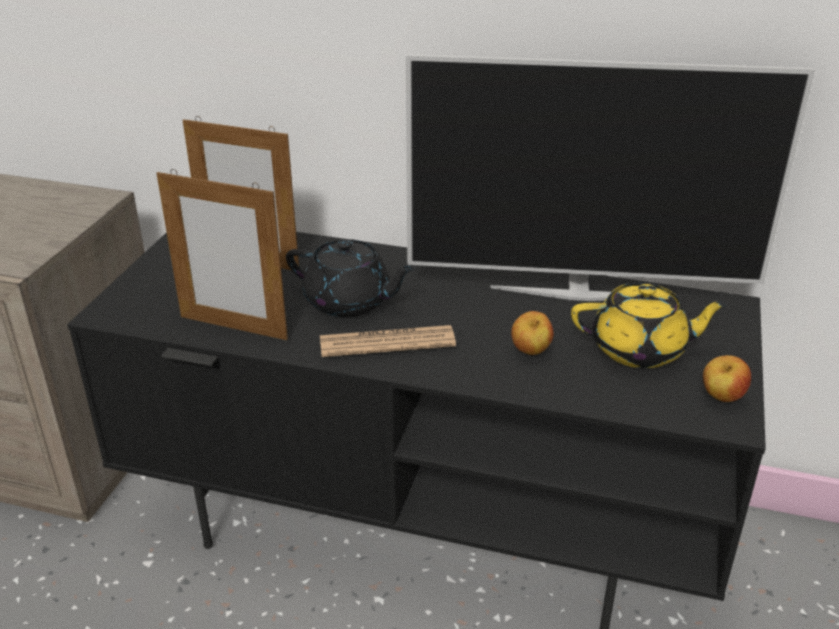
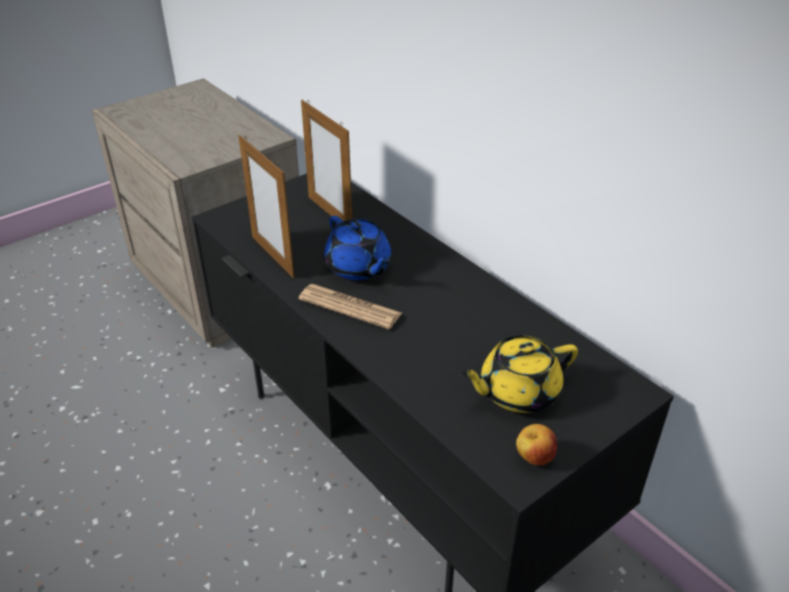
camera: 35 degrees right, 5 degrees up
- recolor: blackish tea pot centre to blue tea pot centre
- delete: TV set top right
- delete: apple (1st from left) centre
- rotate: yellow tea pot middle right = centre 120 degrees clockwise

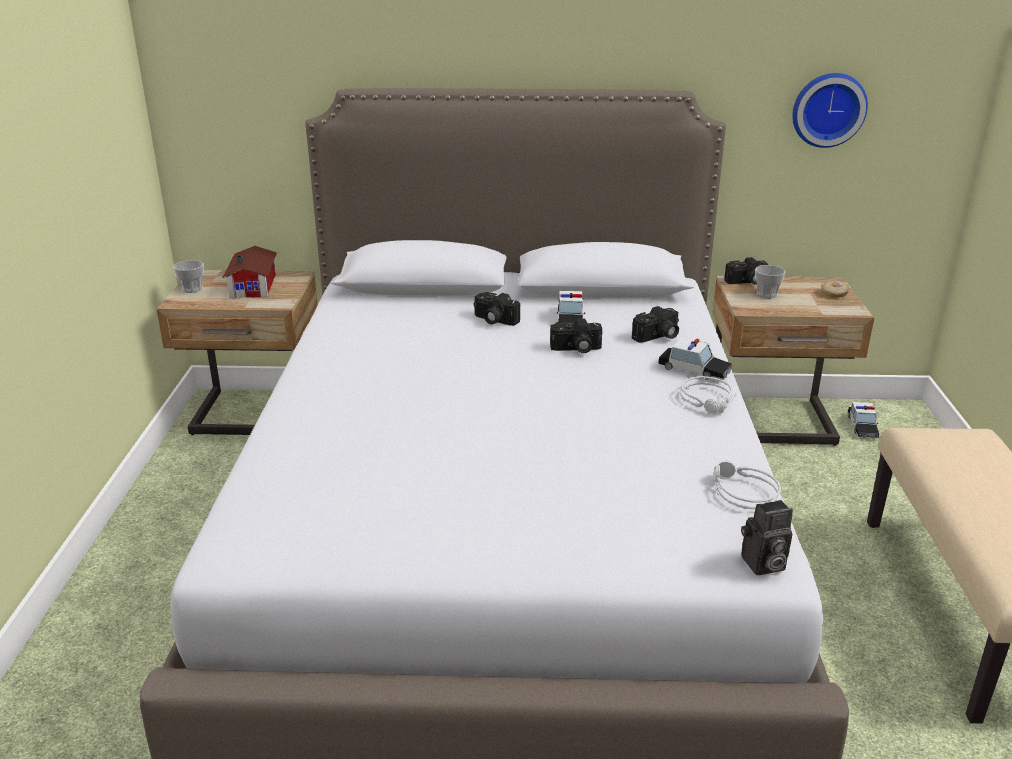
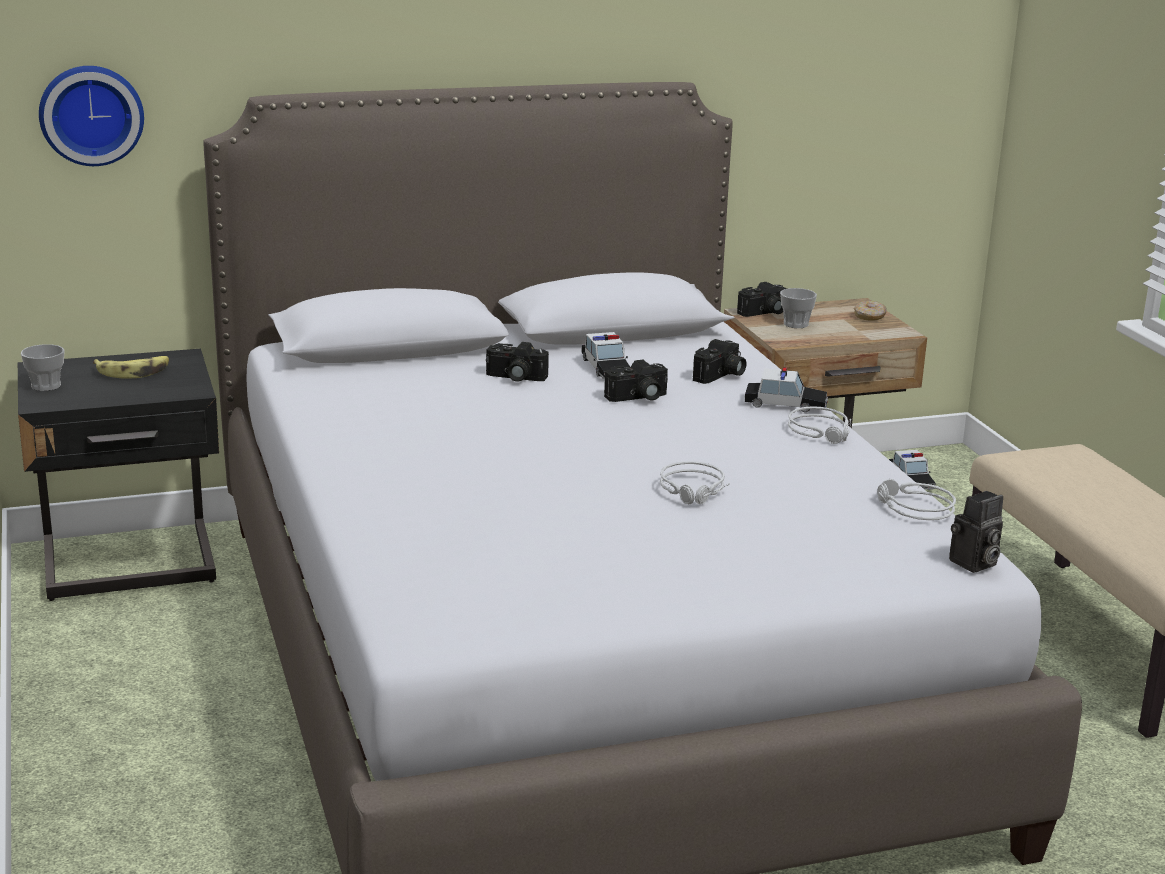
camera: 20 degrees left, 5 degrees down
- recolor: sand-coloured bedside table (1st from left) middle left to blackish bedside table middle left
- replace: miniature house middle left to banana middle left
- move: clock on the wall top right to top left
- insert: greyish headphones (1st from left) centre

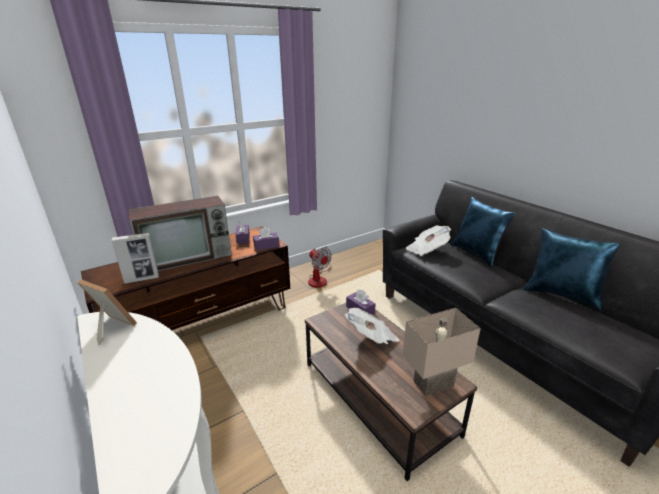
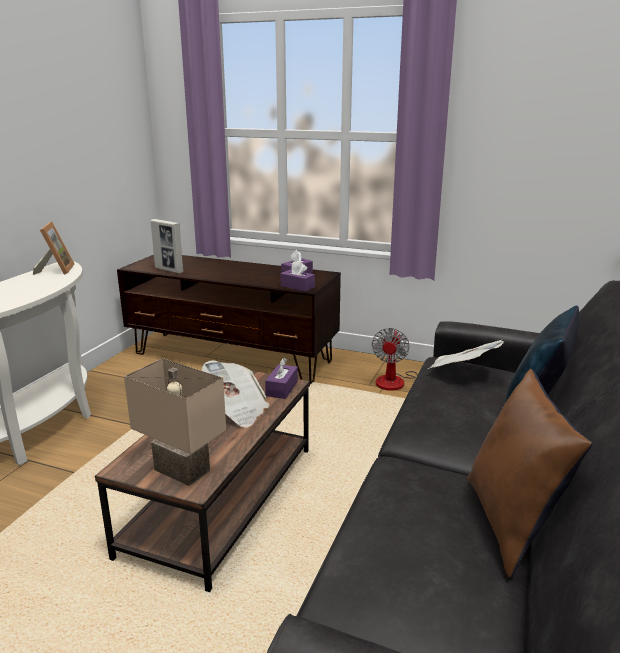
camera: 55 degrees right, 5 degrees down
- delete: TV set middle left
- recolor: blue pillow (2nd from left) middle right to brown pillow bottom right

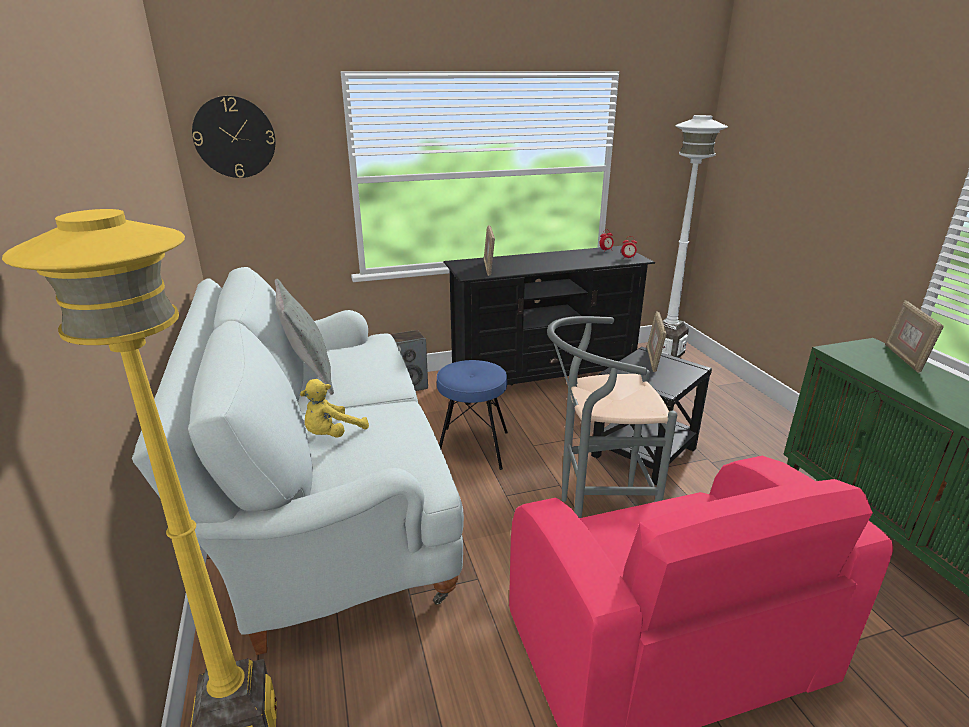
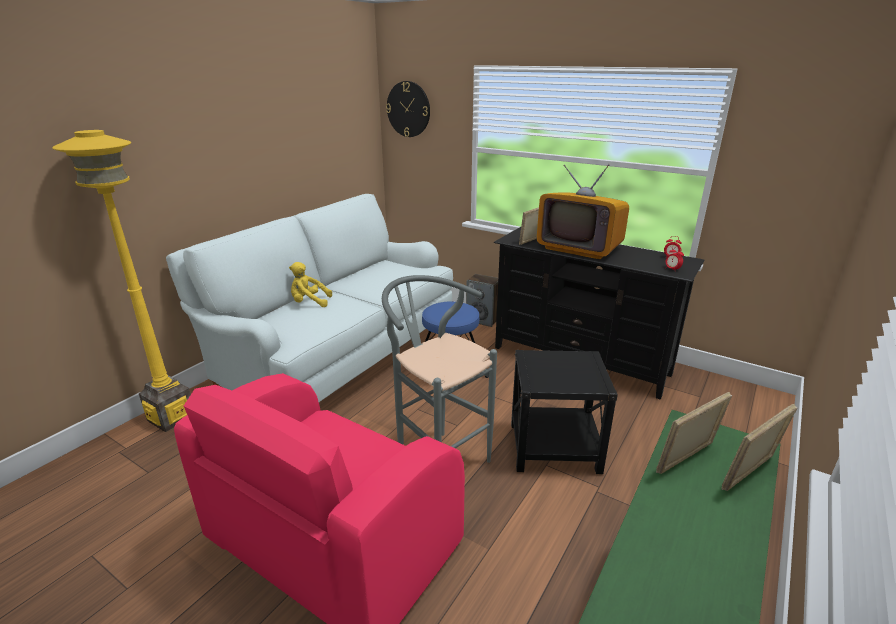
camera: 50 degrees right, 0 degrees up
- delete: greyish pillow middle left
- move: picture frame (2nd from left) middle right to bottom right
- delete: white standing lamp top right
- insert: TV set centre

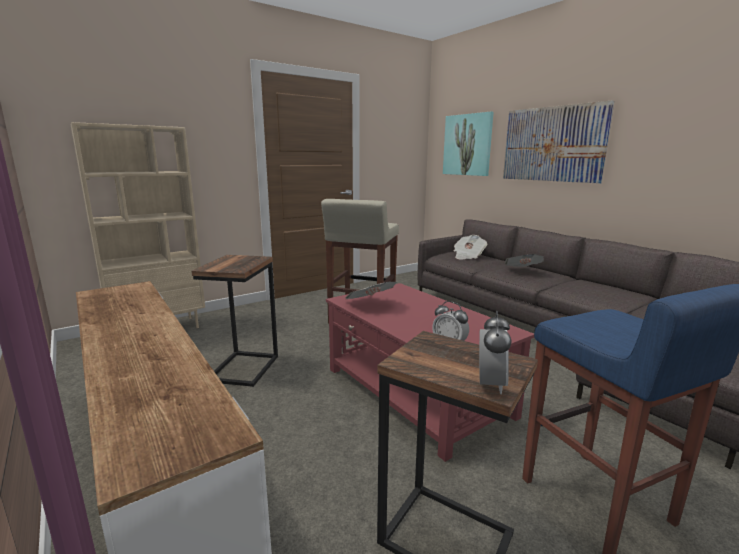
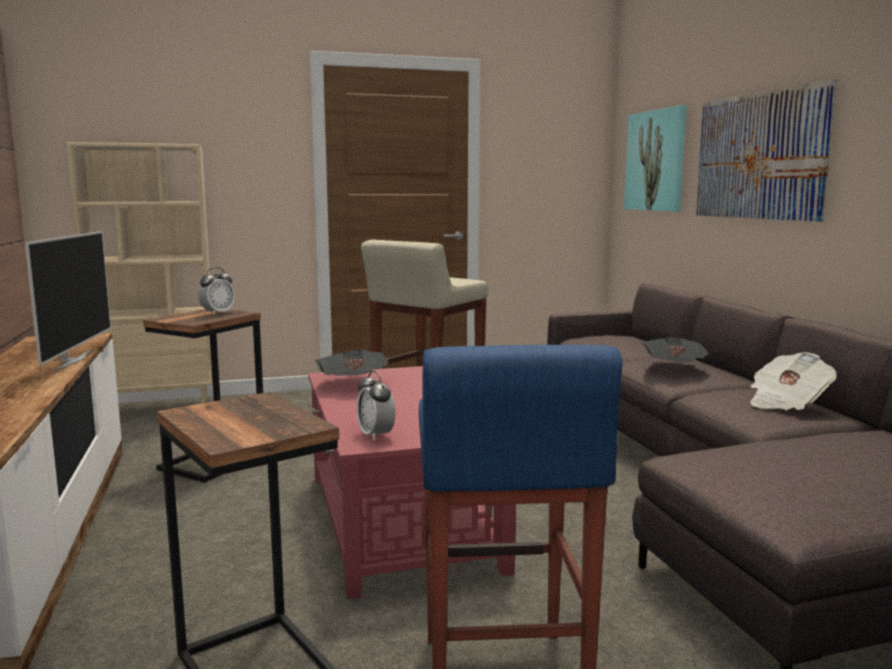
camera: 20 degrees right, 5 degrees down
- move: daily paper (2nd from left in the first image) centre to daily paper (3rd from left) middle right
- move: bedside clock (2nd from left in the first image) middle right to bedside clock (1st from left) middle left
- insert: TV set middle left

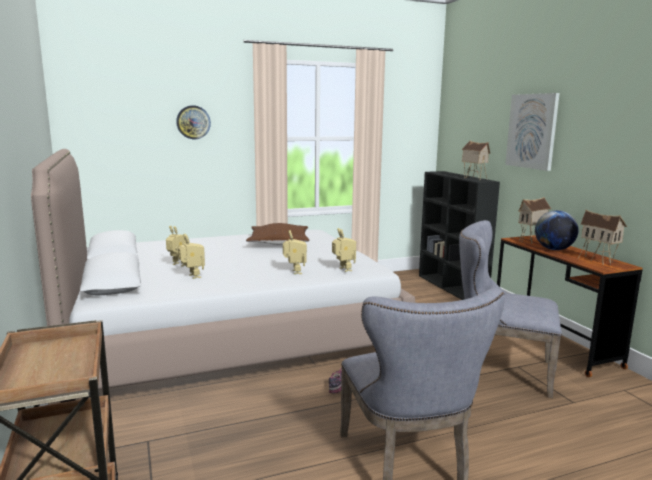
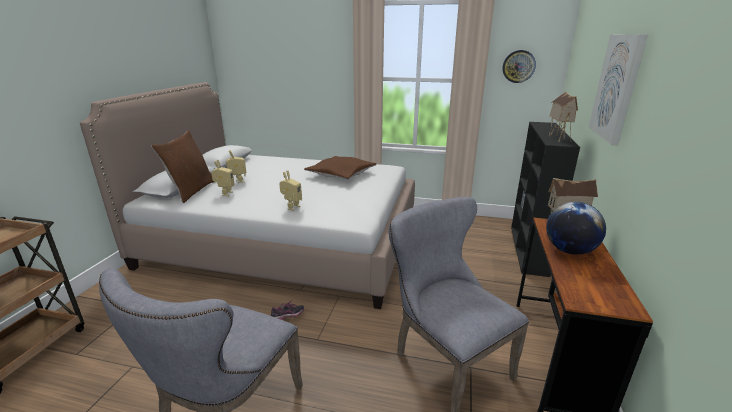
camera: 35 degrees right, 10 degrees up
- move: clock on the wall top left to top right
- delete: robot figure (4th from left) centre
- delete: miniature house (3rd from left) middle right
- insert: brown pillow (1st from left) middle left

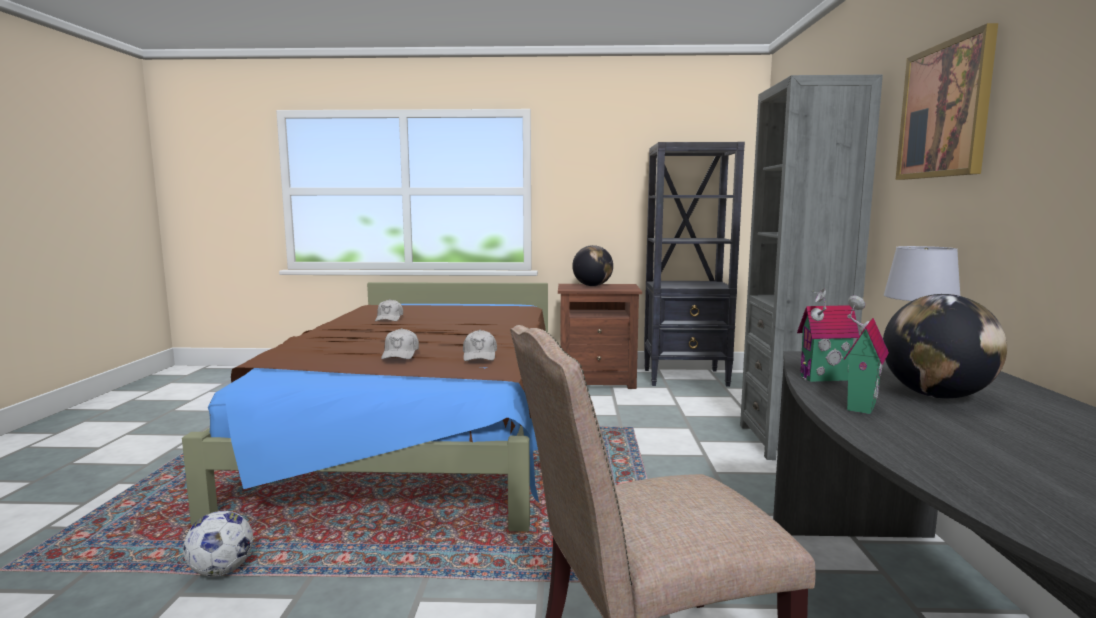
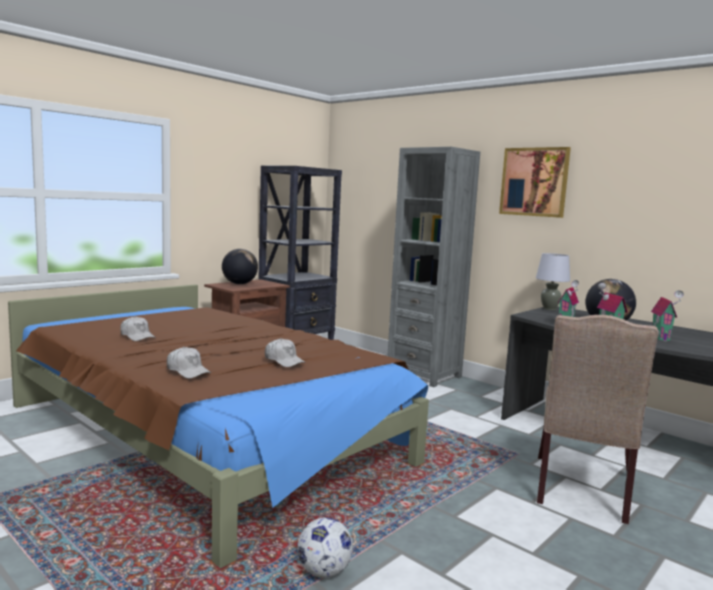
camera: 50 degrees left, 0 degrees up
- move: white cap (3rd from left in the first image) centre to white cap (2nd from left) middle left
- insert: miniature house (3rd from left) middle right

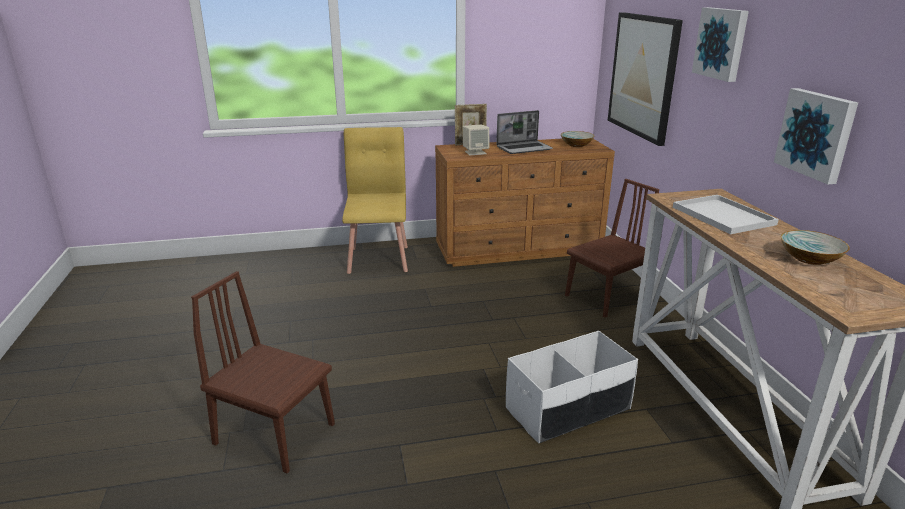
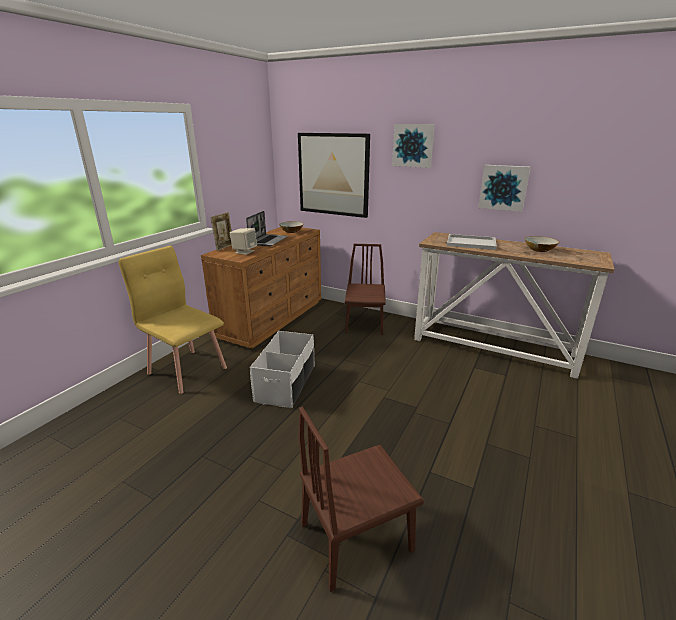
camera: 50 degrees left, 0 degrees up
- move: white storage container bottom centre to centre

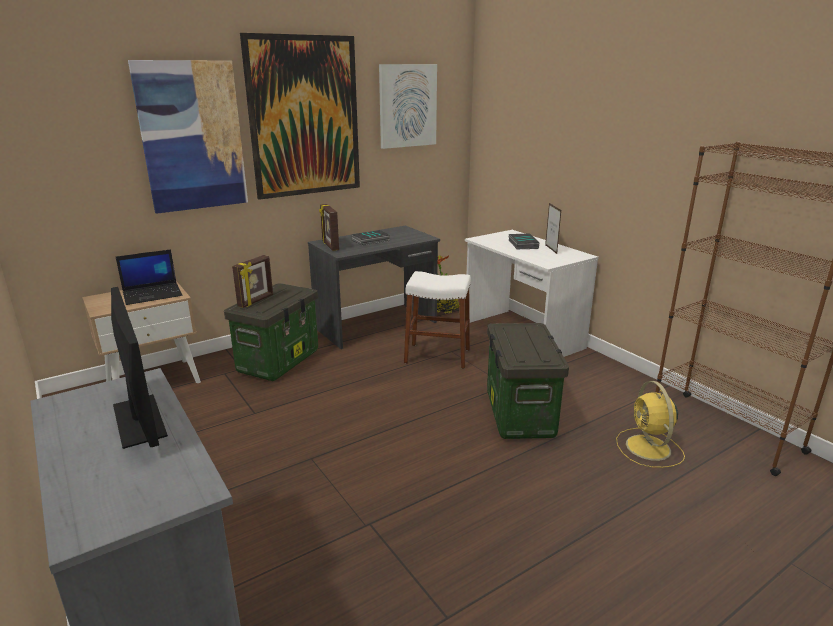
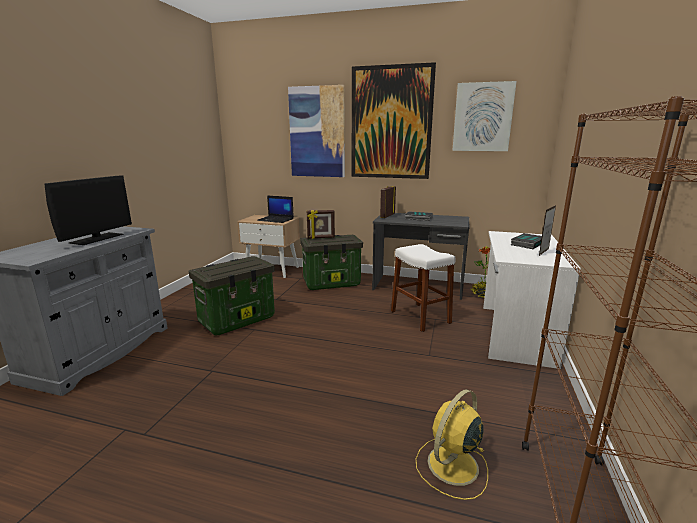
camera: 50 degrees right, 5 degrees down
- move: storage container (2nd from left in the first image) centre to storage container (1st from left) middle left

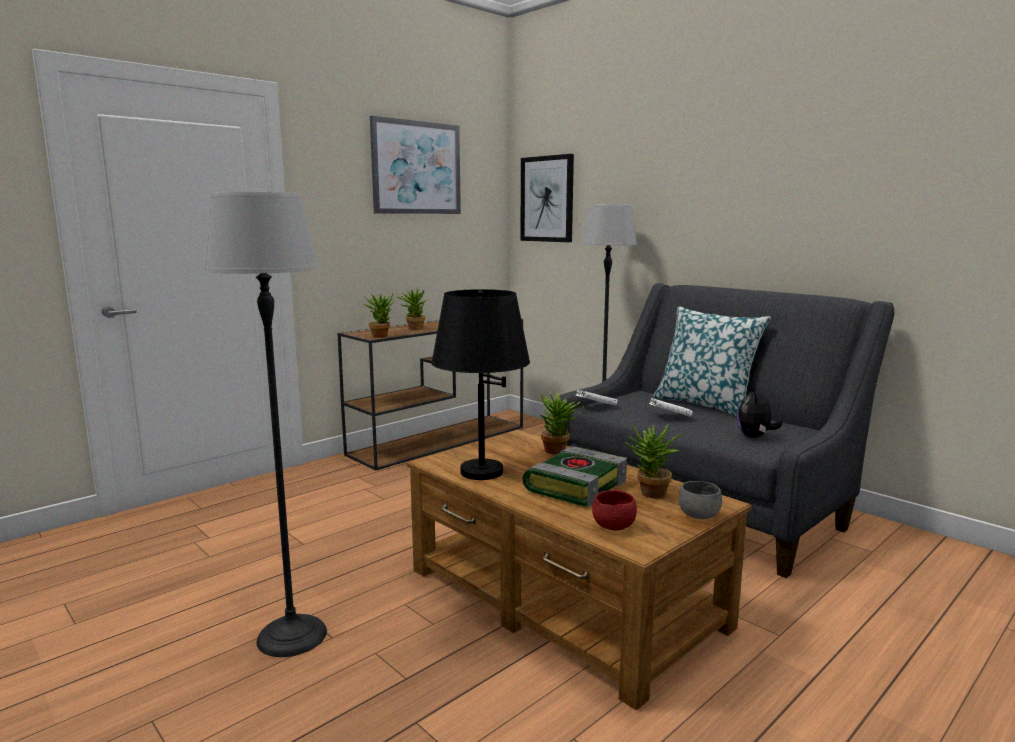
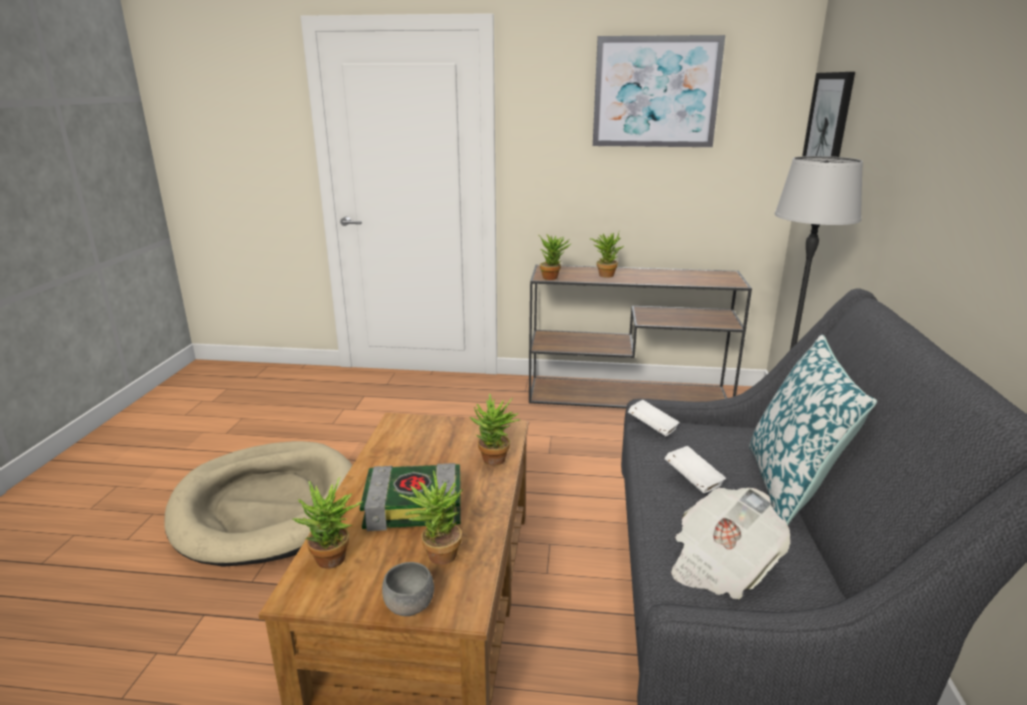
camera: 50 degrees right, 10 degrees up
- replace: standing lamp (1st from left) middle left to sand-coloured pet bed bottom left
- delete: blackish tabletop lamp centre
- replace: reddish bowl bottom centre to houseplant (1st from left) bottom left
- replace: soft toy middle right to daily paper bottom right

